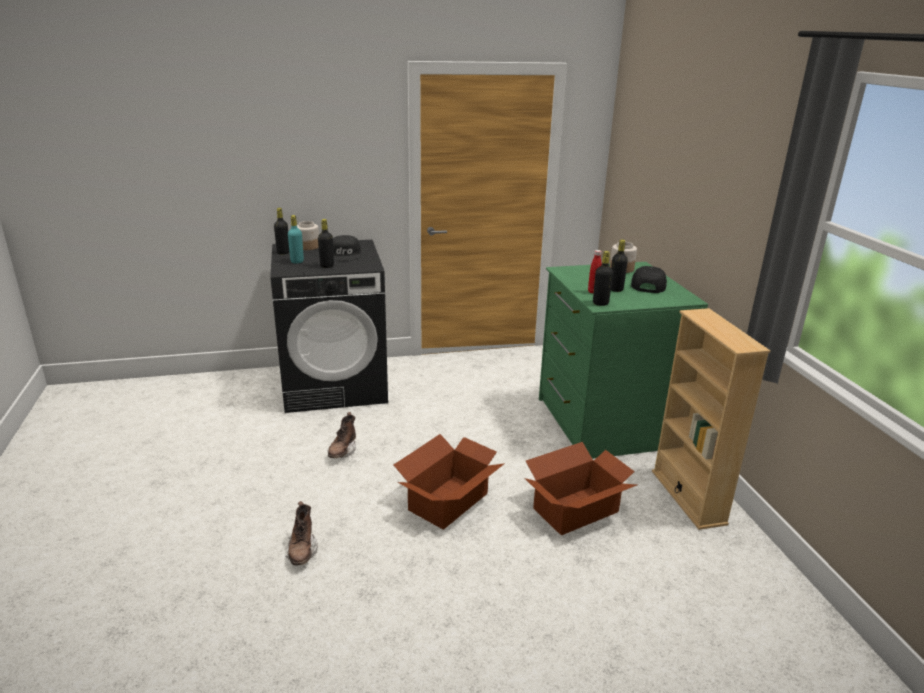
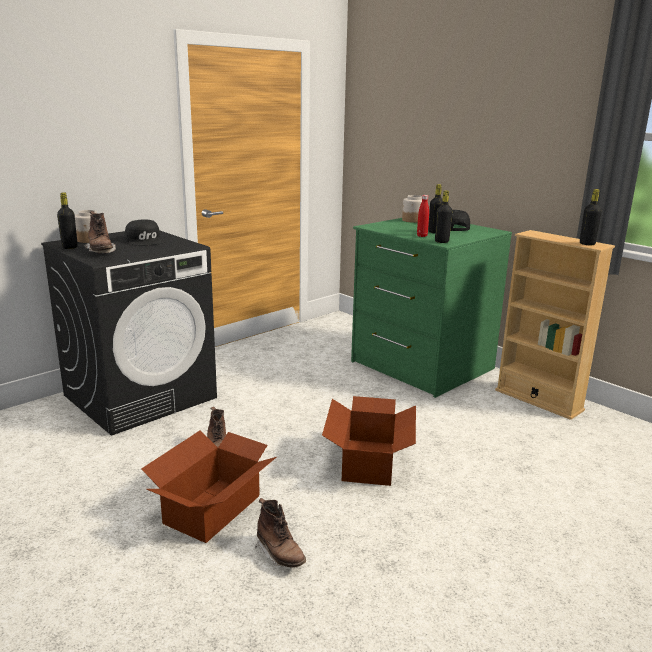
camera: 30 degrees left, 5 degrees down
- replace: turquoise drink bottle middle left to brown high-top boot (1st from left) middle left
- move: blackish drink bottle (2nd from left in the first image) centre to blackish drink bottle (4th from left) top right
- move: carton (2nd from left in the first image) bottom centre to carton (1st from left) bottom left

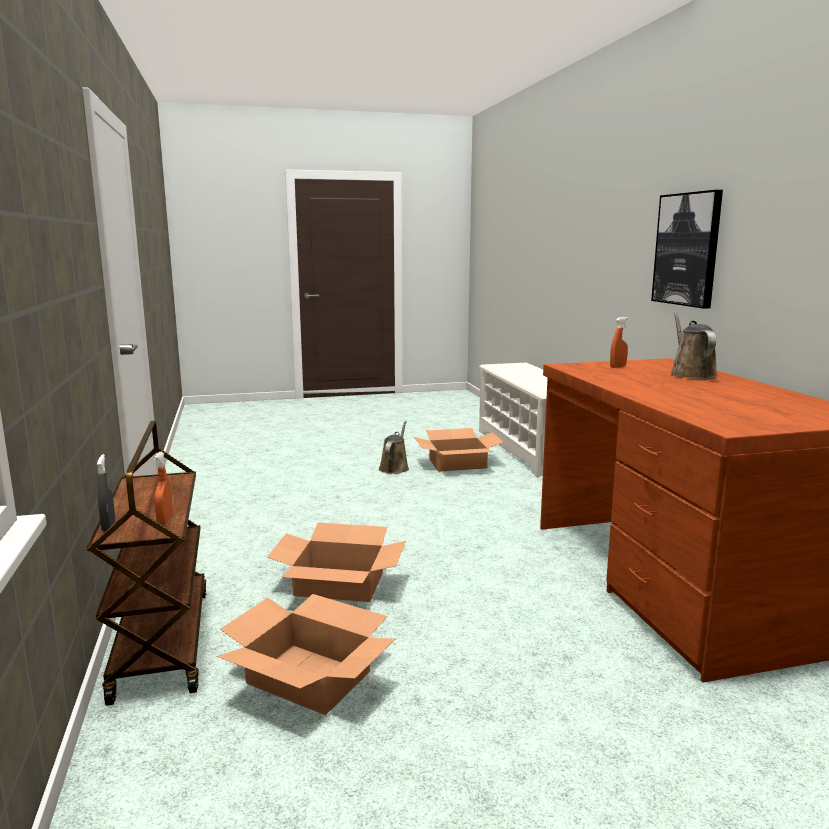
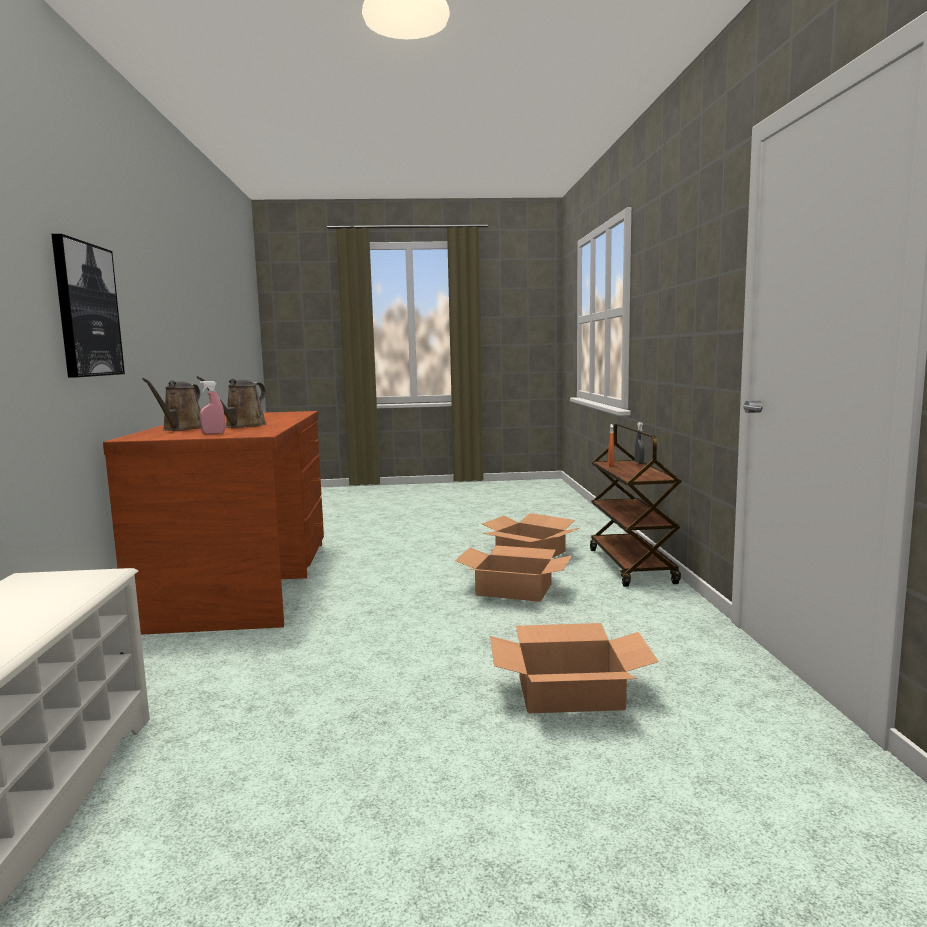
camera: 170 degrees left, 5 degrees down
- move: brown watering pot (1st from left in the first image) centre to brown watering pot (2nd from left) middle left
- move: carton (3rd from left) centre to bottom centre
- recolor: orange sprayer (2nd from left) middle right to pinkish sprayer middle left

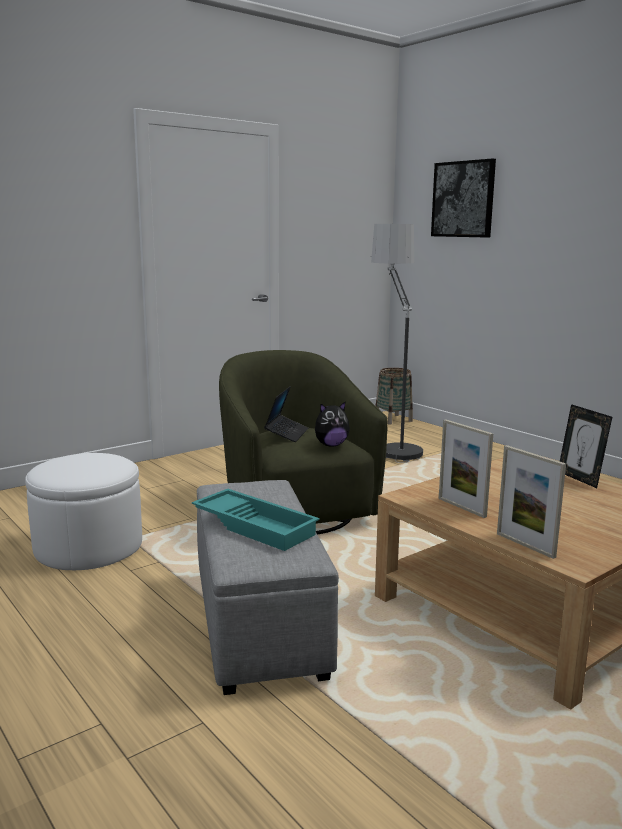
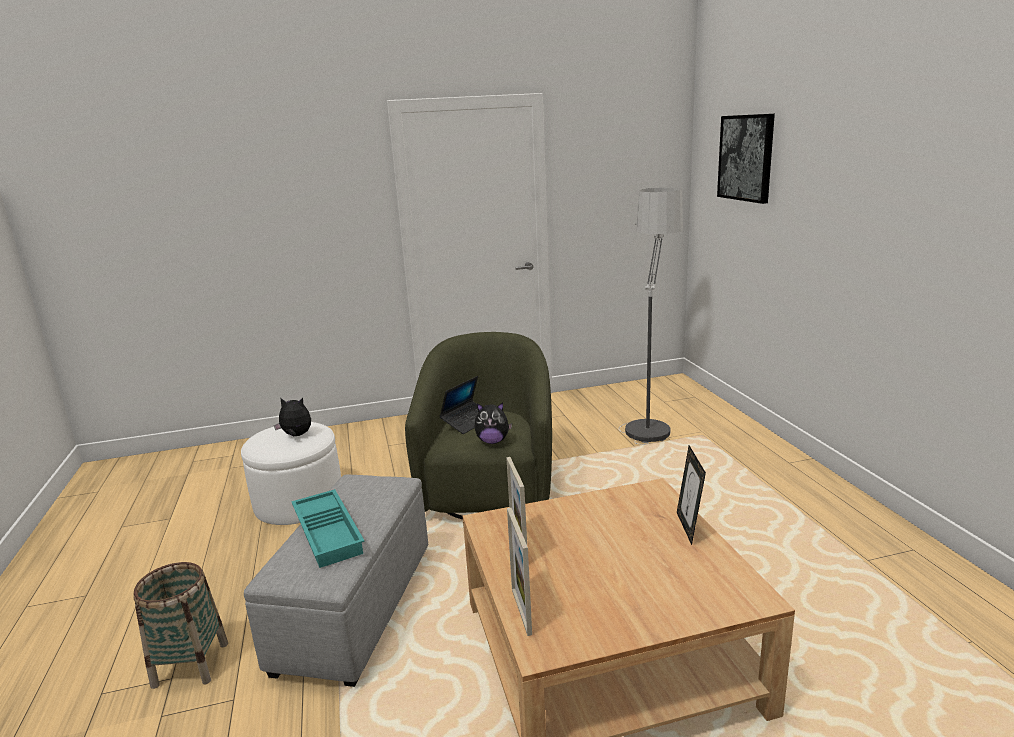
camera: 25 degrees right, 5 degrees up
- move: storage basket centre to bottom left
- insert: soft toy (1st from left) middle left

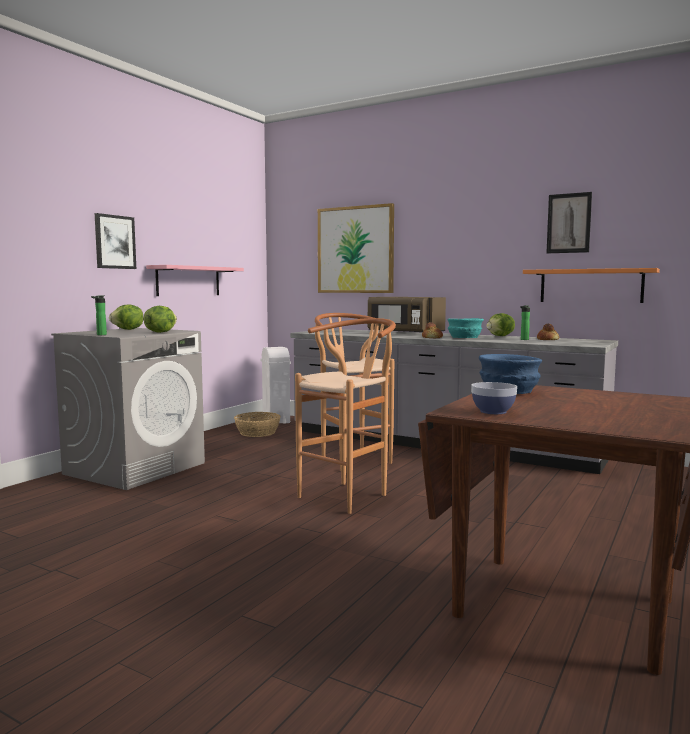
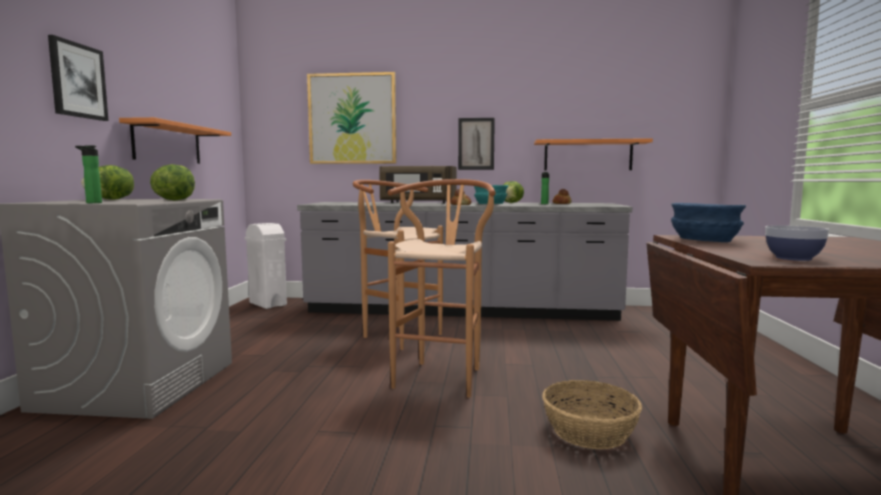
camera: 25 degrees left, 0 degrees up
- recolor: pinkish shelf middle left to orange shelf (1st from left) top left
- move: storage basket centre to bottom right
- move: picture (3rd from left) top right to top centre

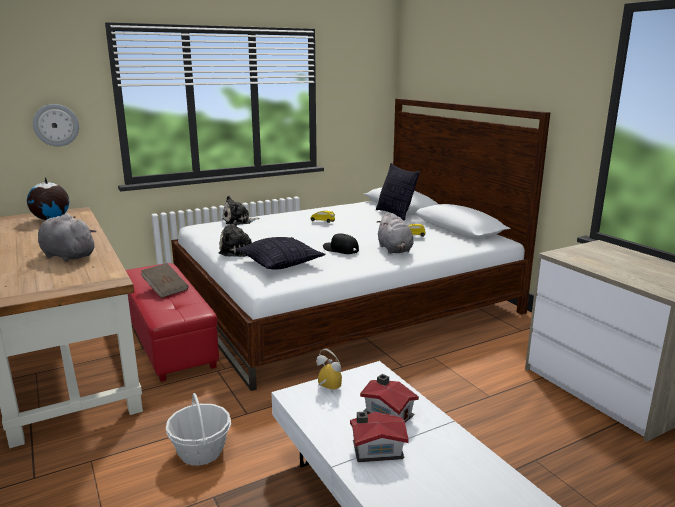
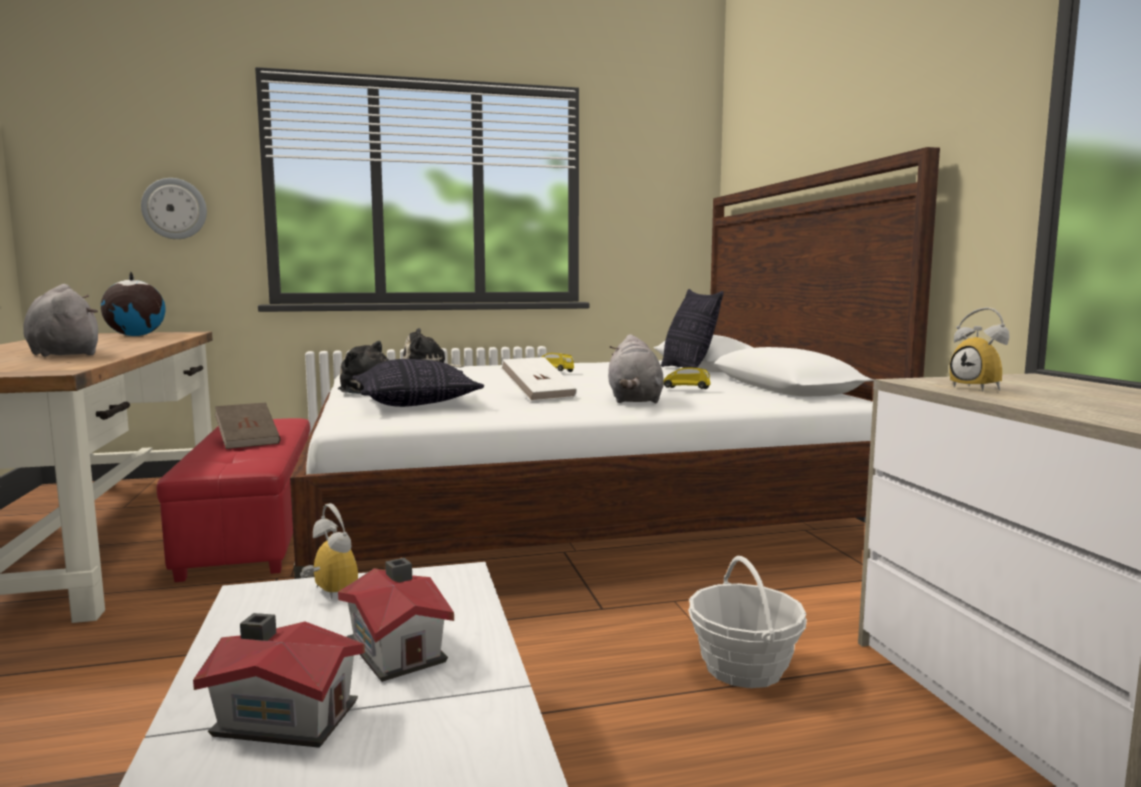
camera: 15 degrees right, 10 degrees down
- move: storage basket bottom left to bottom centre
- replace: blackish cap centre to white volume centre
- insert: bedside clock (2nd from left) middle right

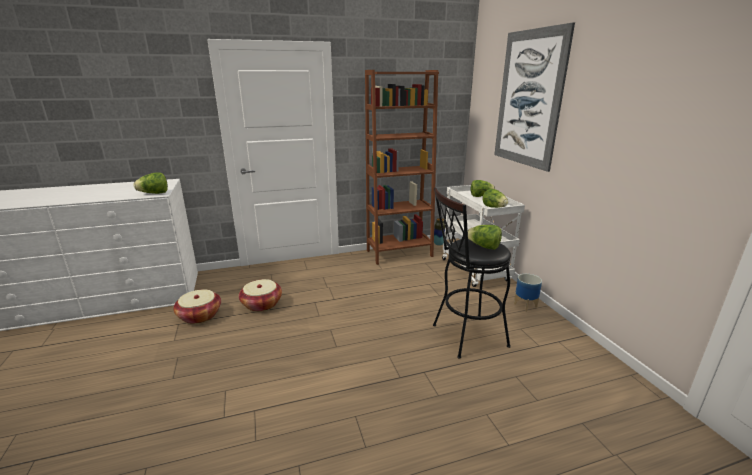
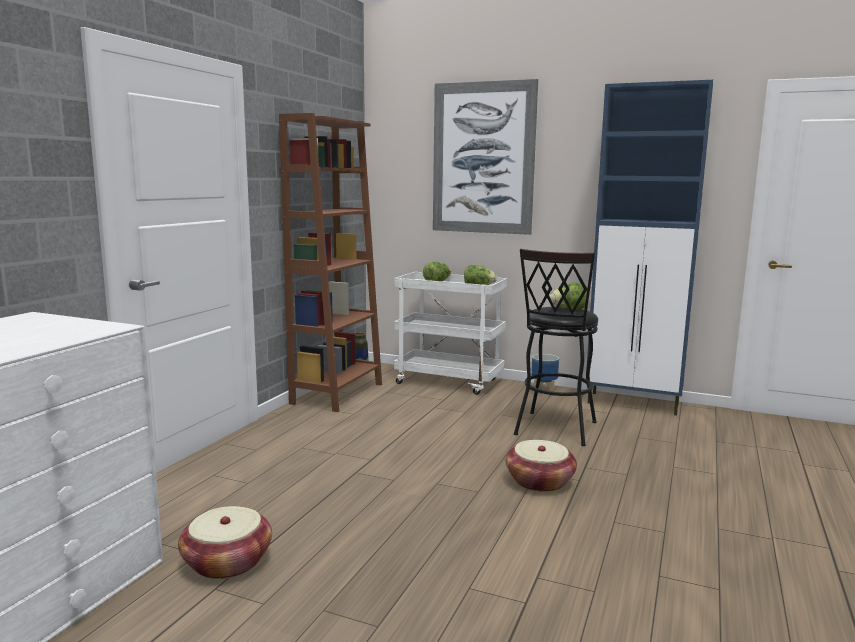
camera: 50 degrees left, 10 degrees down
- delete: head of lettuce (1st from left) middle left
- move: storage basket (2nd from left) centre to bottom centre
- insert: blue storage cabinet middle right

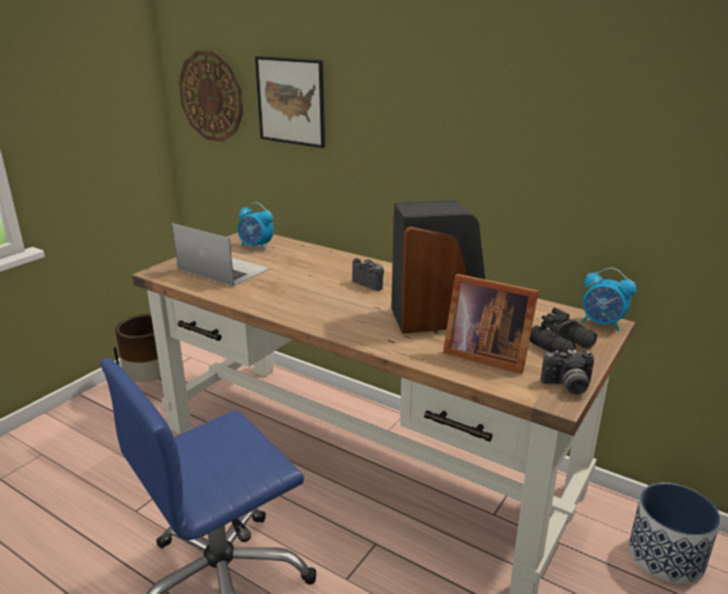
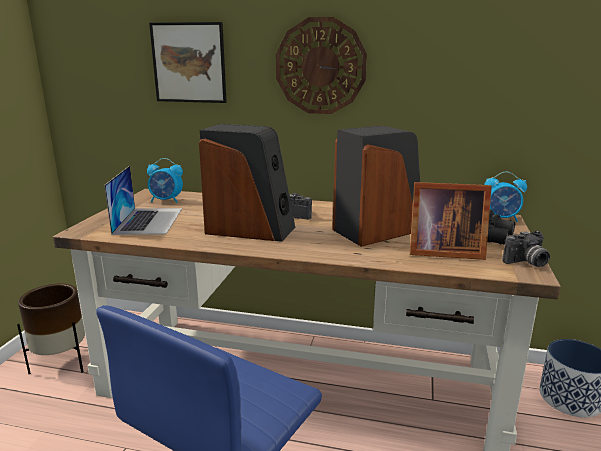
camera: 20 degrees left, 5 degrees down
- rotate: portable computer middle left = middle left 75 degrees clockwise
- move: clock on the wall top left to top centre
- insert: loudspeaker (1st from left) centre

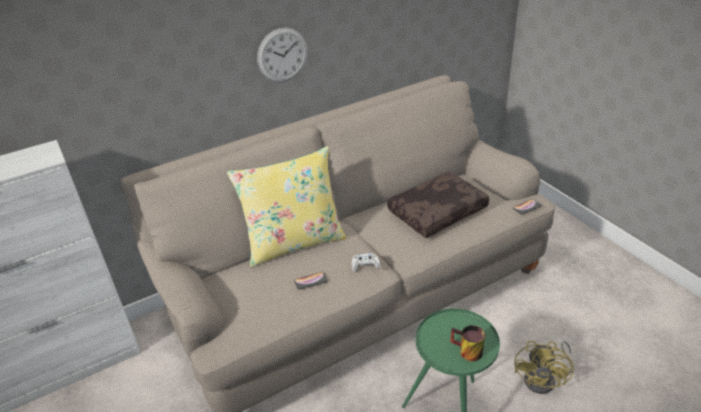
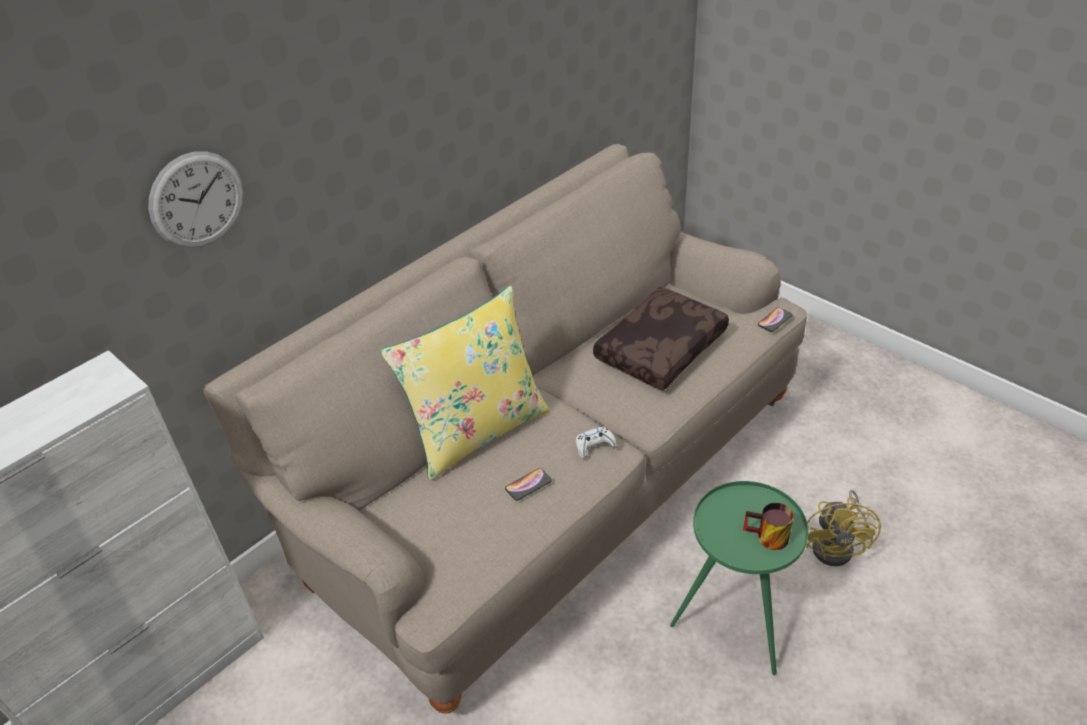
camera: 15 degrees left, 5 degrees up
- move: clock on the wall top centre to top left

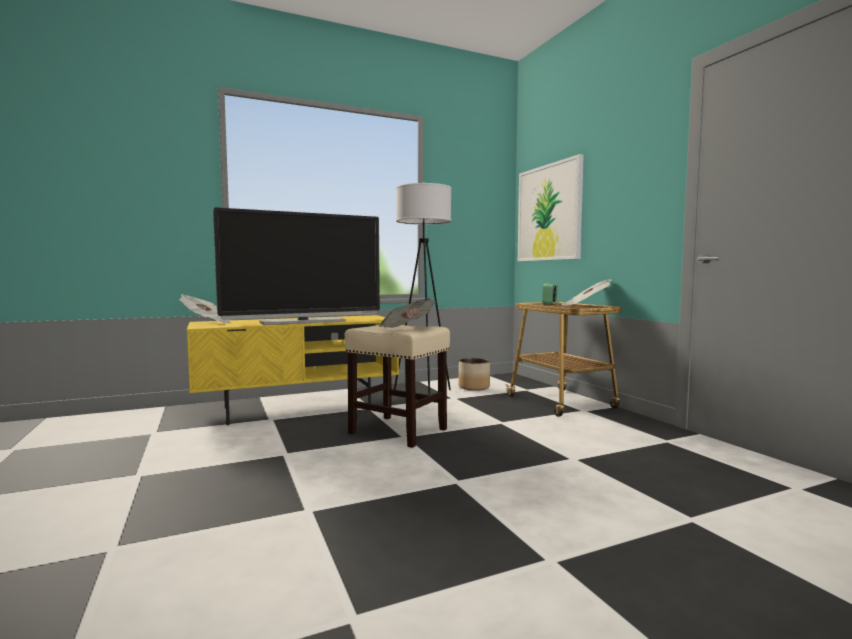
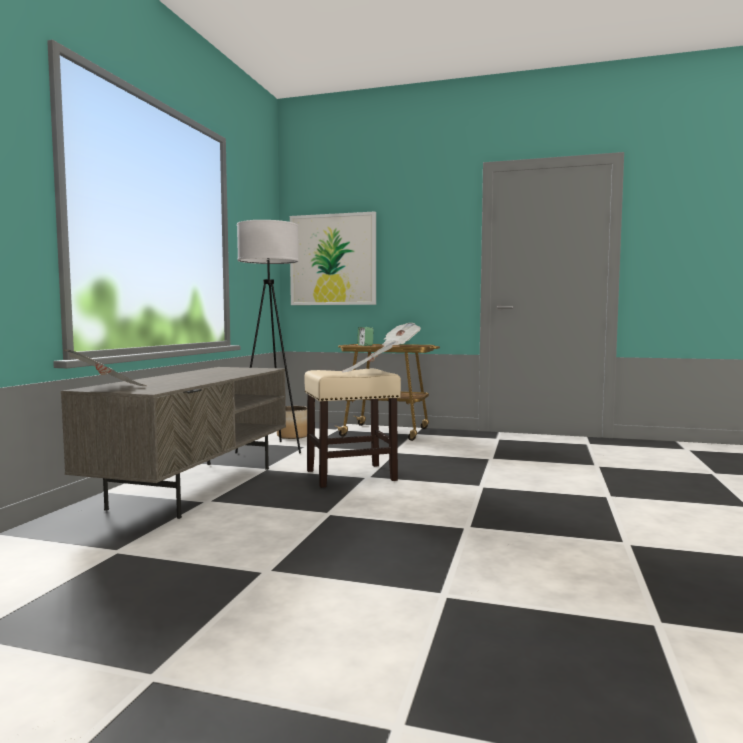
camera: 50 degrees left, 0 degrees up
- recolor: yellow tv unit centre to greyish tv unit middle left
- delete: TV set centre

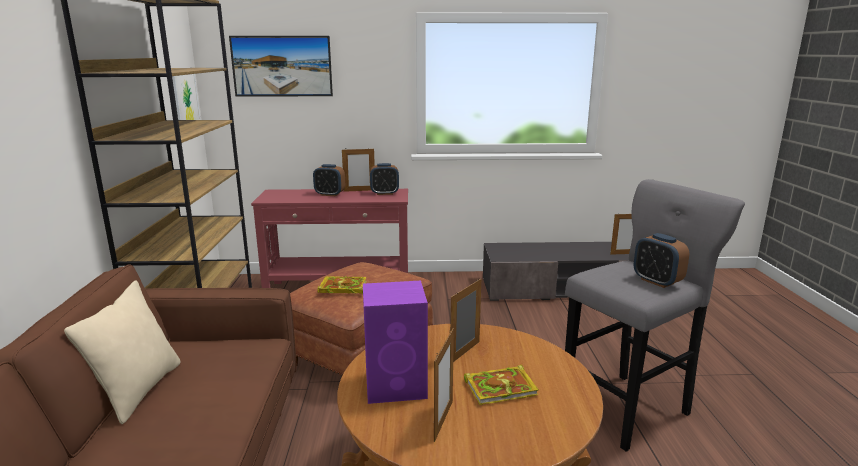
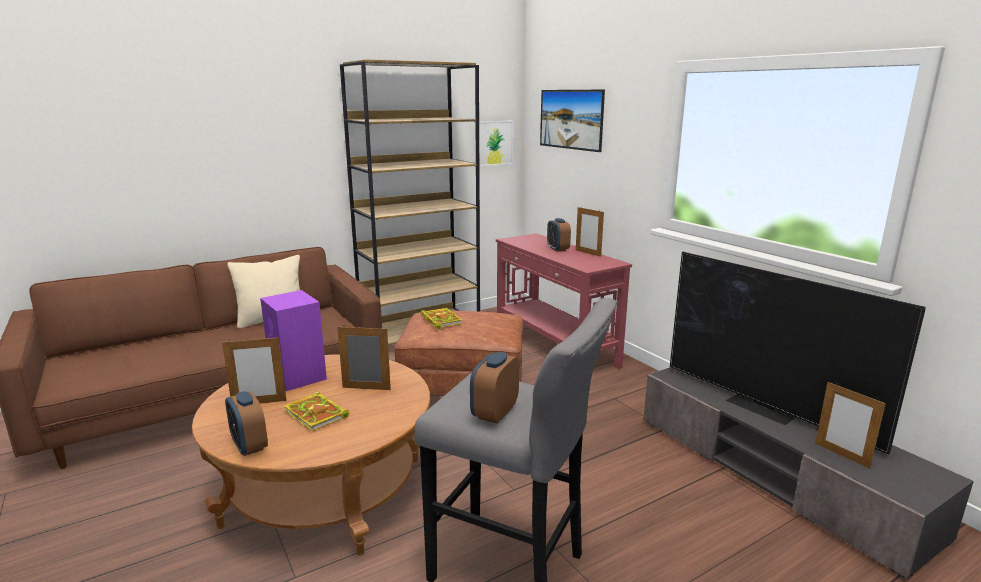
camera: 60 degrees right, 0 degrees up
- move: bedside clock (2nd from left in the first image) centre to bedside clock (1st from left) bottom left
- insert: TV set middle right

